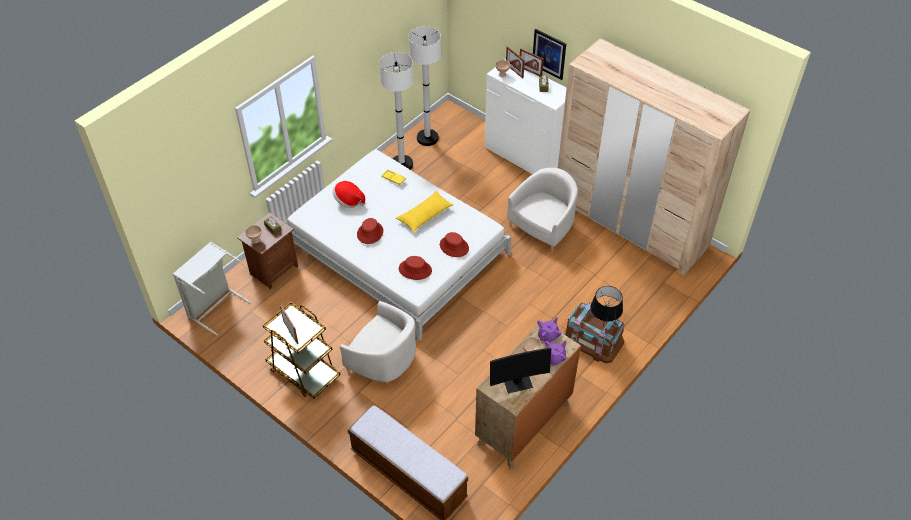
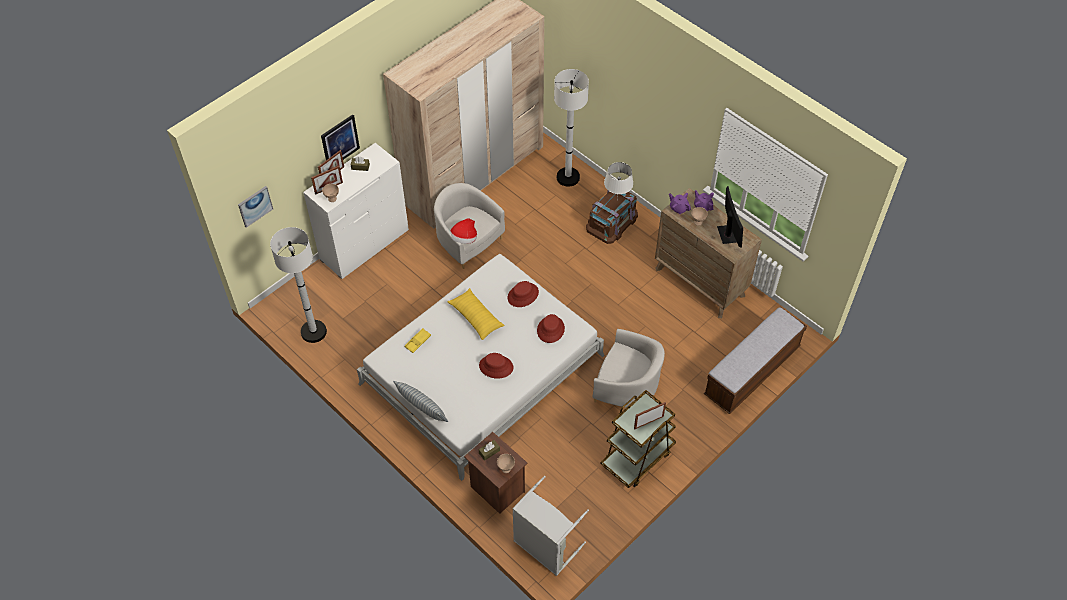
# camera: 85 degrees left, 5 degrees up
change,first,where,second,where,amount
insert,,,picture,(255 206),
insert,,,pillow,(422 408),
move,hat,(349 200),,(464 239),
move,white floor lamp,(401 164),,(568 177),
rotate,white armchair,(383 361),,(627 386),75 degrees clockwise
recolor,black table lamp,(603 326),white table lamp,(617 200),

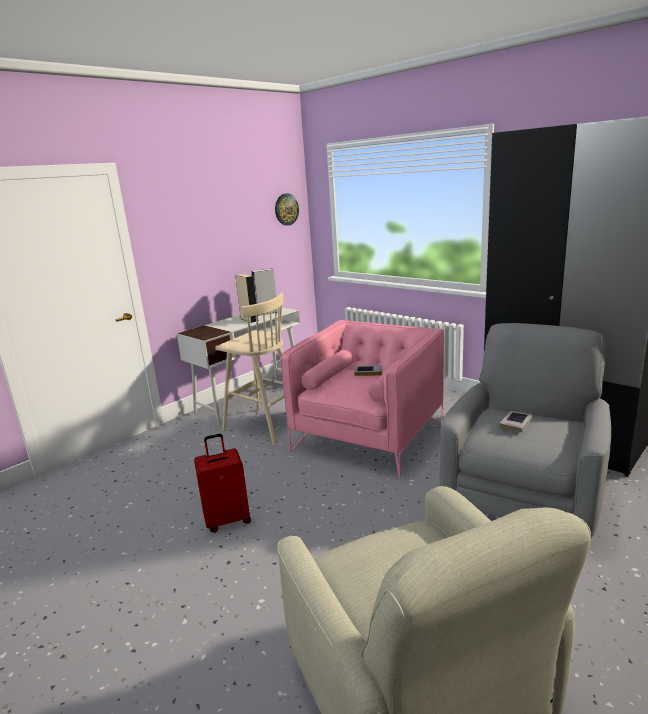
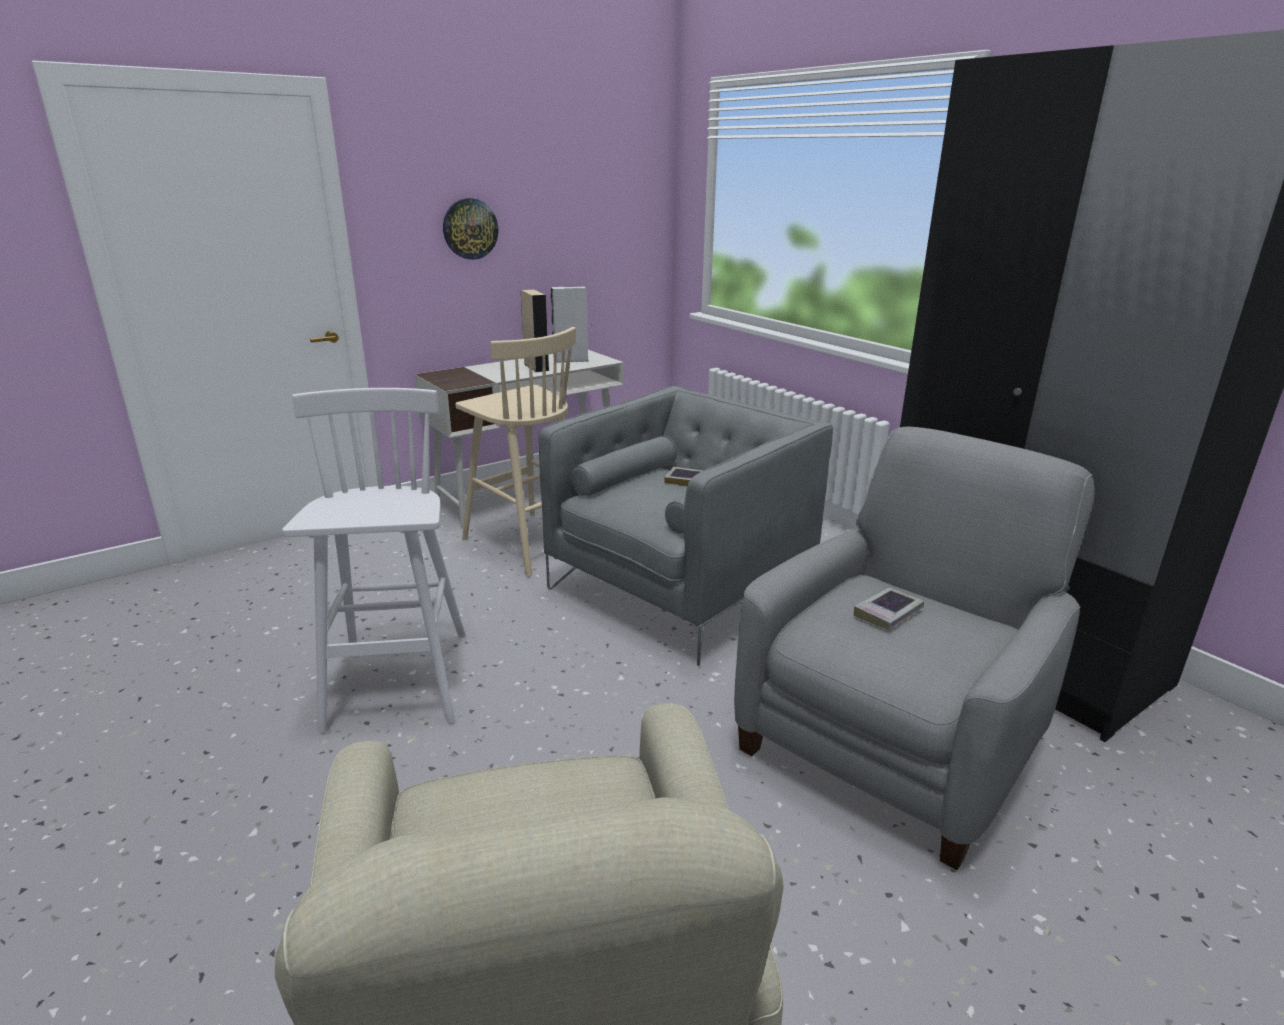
# camera: 10 degrees right, 5 degrees up
change,first,where,second,where,amount
replace,red suitcase,(227 519),white stool,(398 682),
move,wall clock,(286 209),,(470 229),
recolor,pink armchair,(369 437),grey armchair,(682 588),

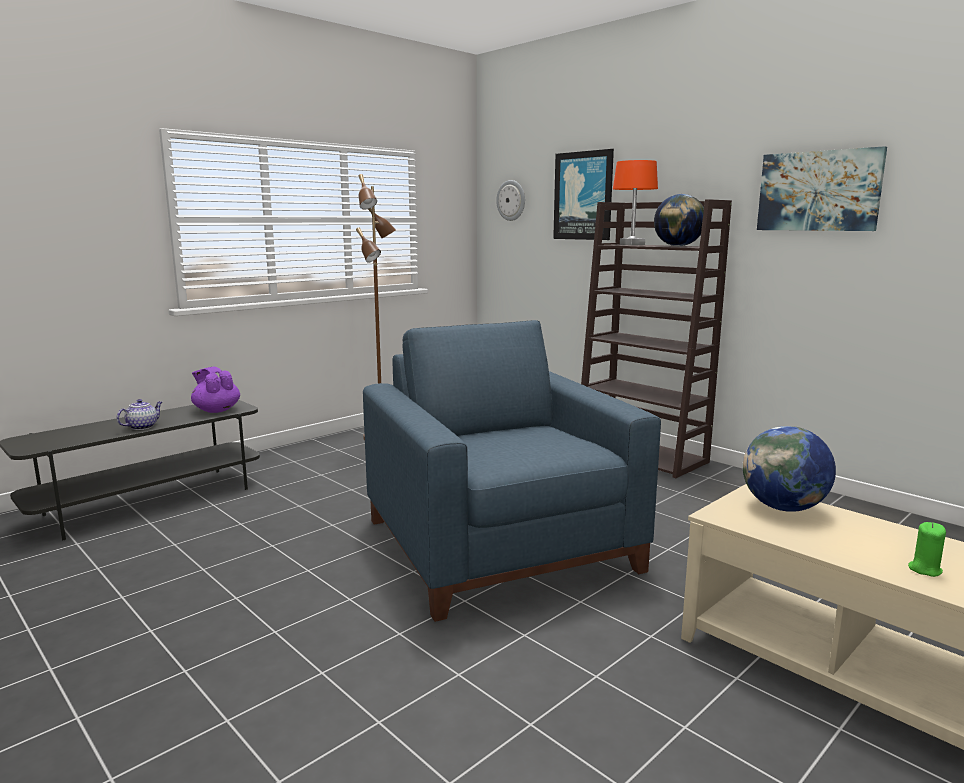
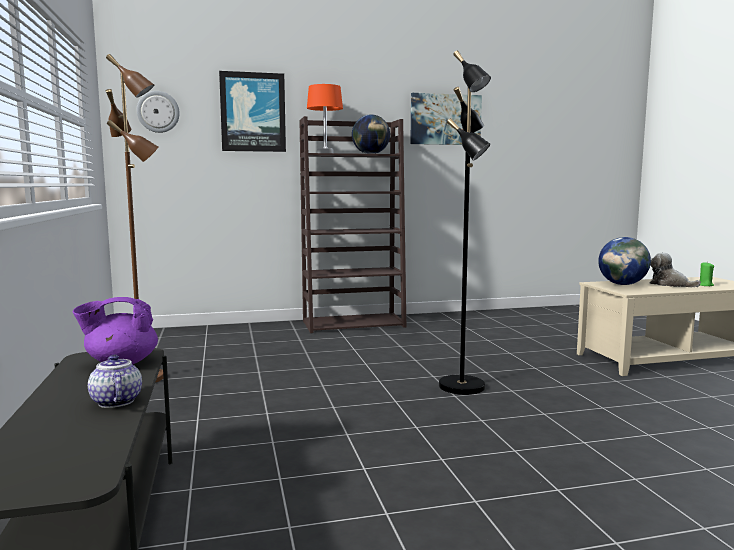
# camera: 60 degrees left, 5 degrees down
change,first,where,second,where,amount
replace,blue armchair,(502 546),black floor lamp,(463 386),
insert,,,plush toy,(669 284),

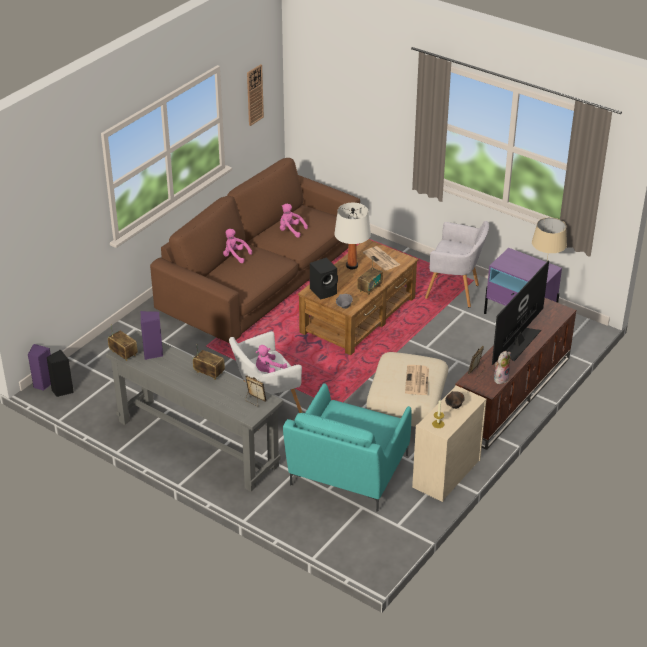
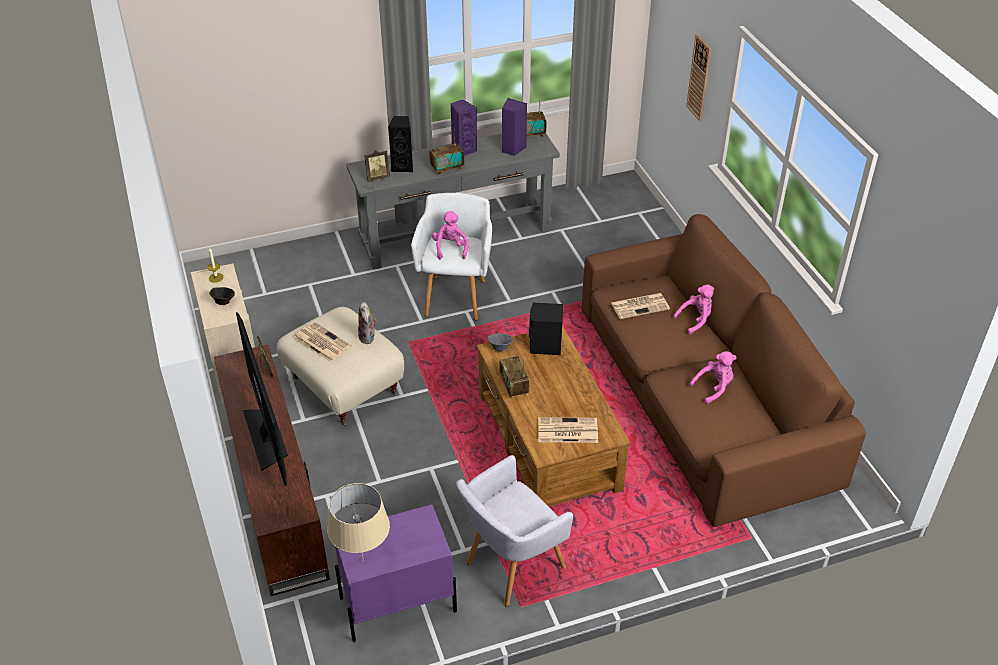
# camera: 125 degrees right, 5 degrees up
change,first,where,second,where,amount
move,plush toy,(500 378),,(368 337),
move,black speaker,(62 390),,(403 166),
move,purple speaker,(43 384),,(463 150),
insert,,,newspaper,(640 306),
move,wall clock,(254 95),,(699 78),
delete,turquoise armchair,(347 473),,,
delete,white table lamp,(351 266),,,

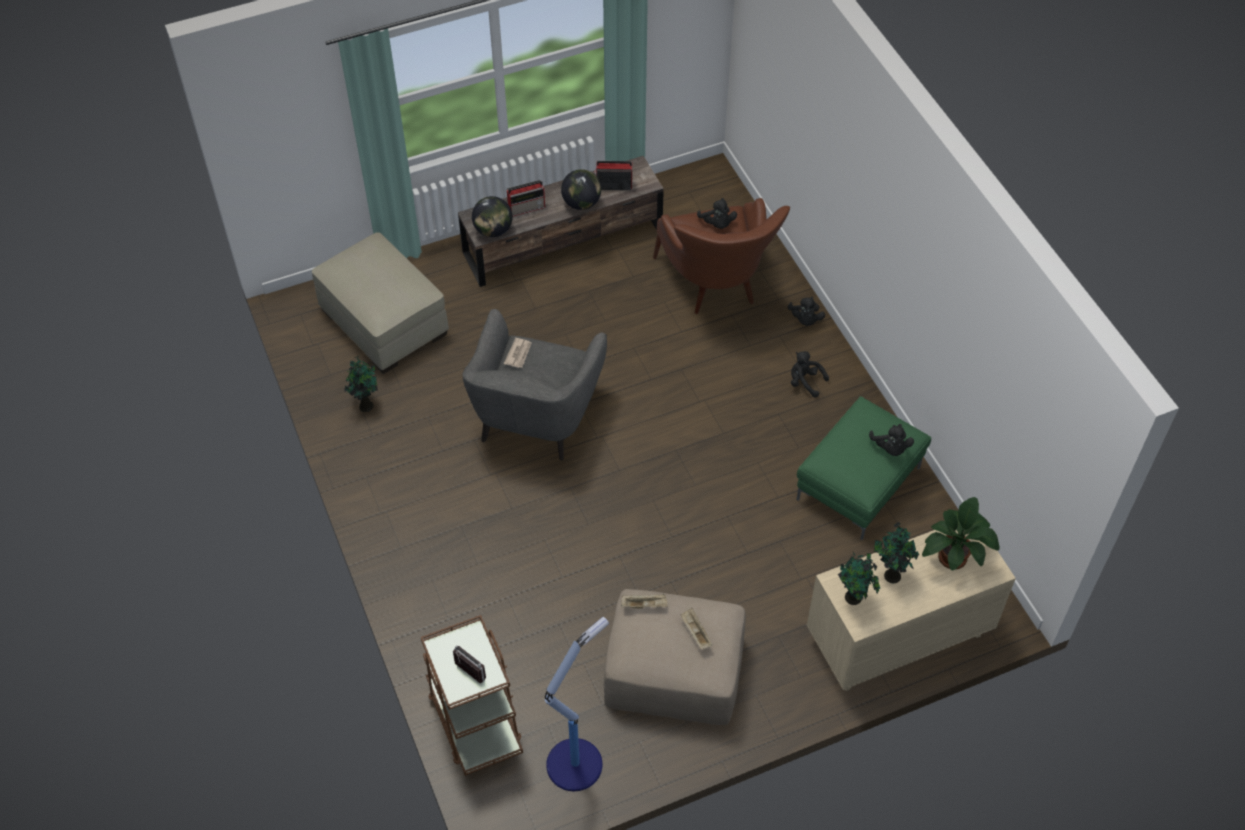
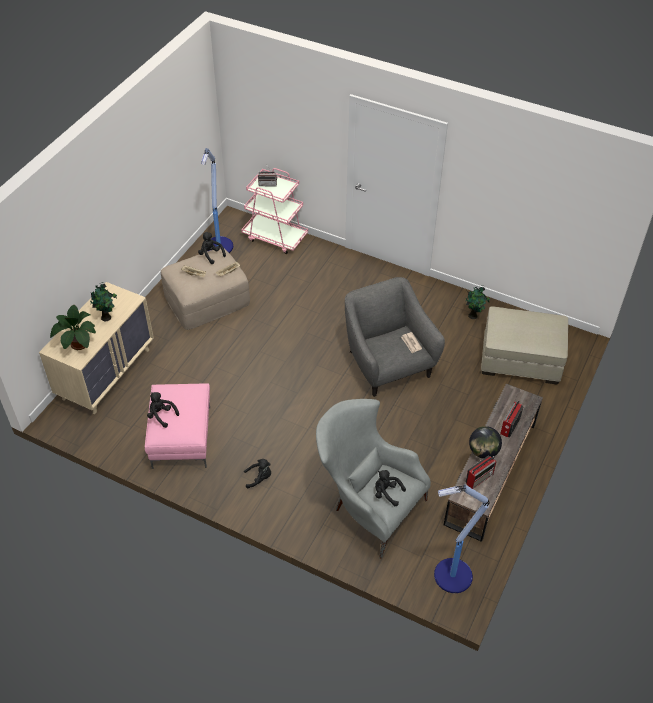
# camera: 140 degrees right, 5 degrees down
change,first,where,second,where,amount
recolor,green ottoman,(858 482),pink ottoman,(182 438),
move,black plush toy,(805 320),,(211 255),
recolor,brown cart,(474 720),pink cart,(275 237),
recolor,brown armchair,(717 288),grey armchair,(367 505),
insert,,,floor lamp,(451 576),
delete,globe,(493 230),,,
delete,potted plant,(854 598),,,

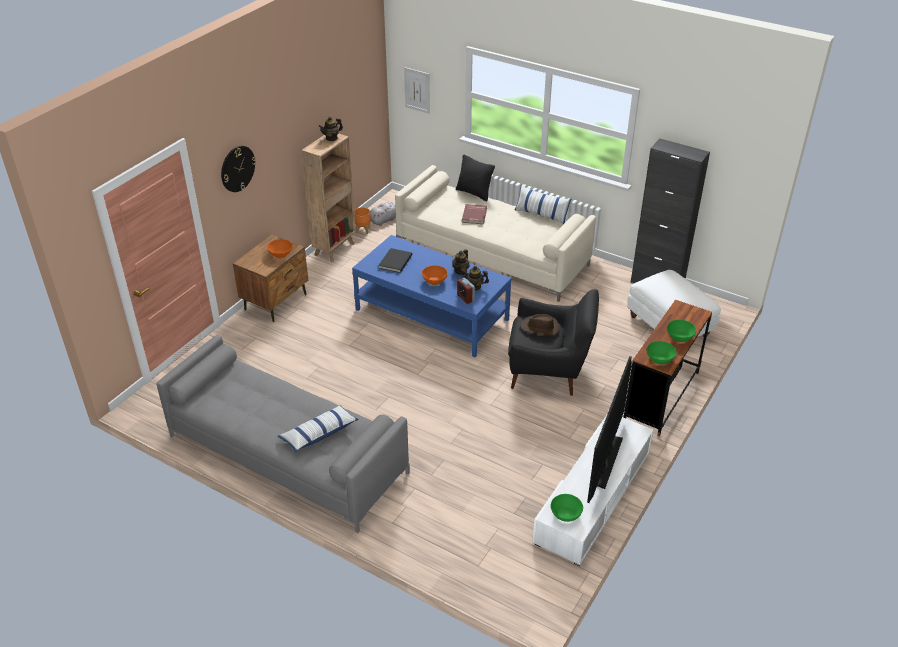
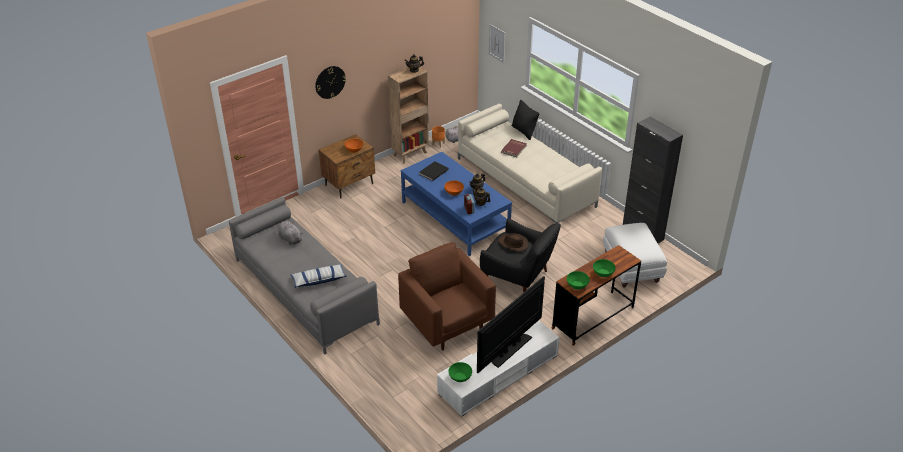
# camera: 20 degrees right, 0 degrees up
change,first,where,second,where,amount
insert,,,grey plush toy,(290 238),
insert,,,brown armchair,(447 323),
delete,pillow,(541 214),,,

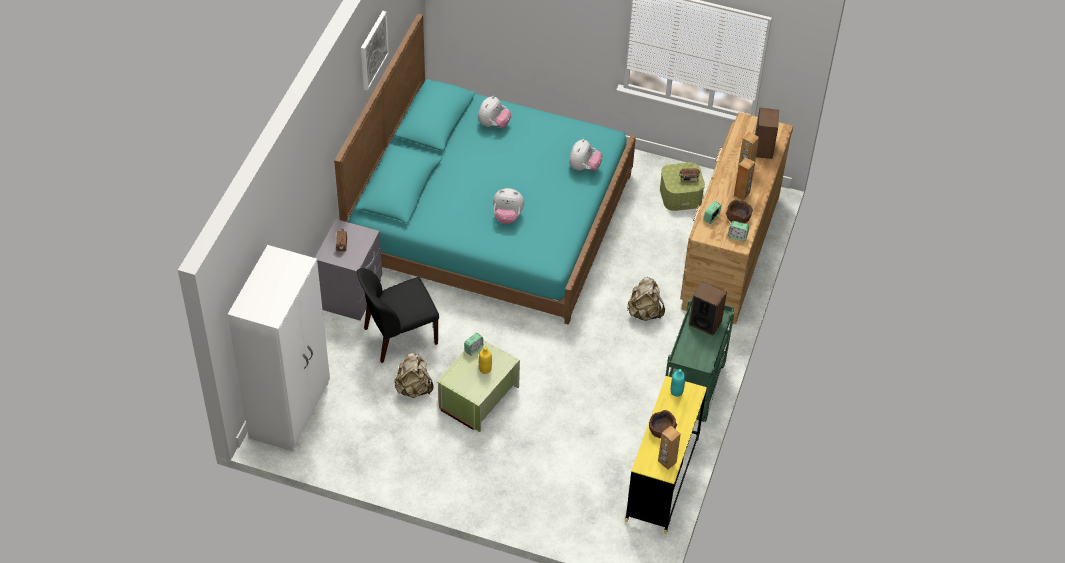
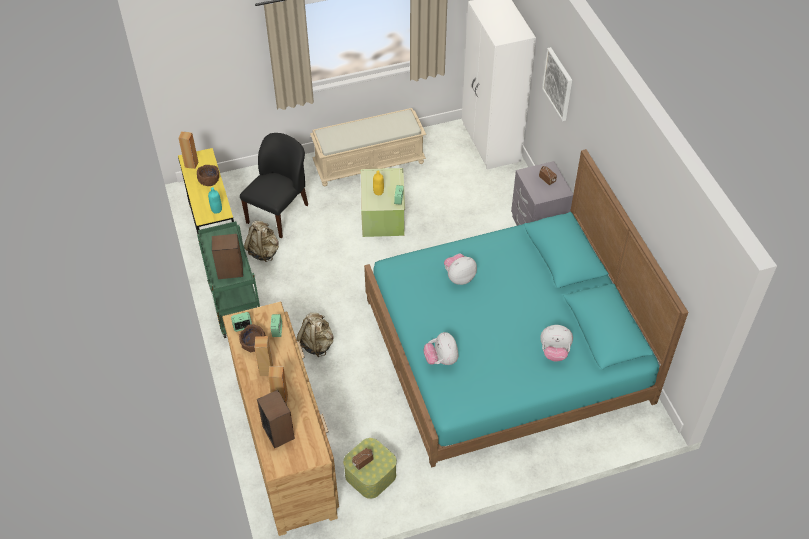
# camera: 145 degrees right, 0 degrees up
change,first,where,second,where,amount
move,black chair,(399 336),,(278 213),
move,beige backpack,(413 388),,(264 251),
insert,,,beige bench,(369 163),
rotate,plush toy,(493 124),,(554 352),75 degrees counterclockwise
move,picture,(373 50),,(558 84),

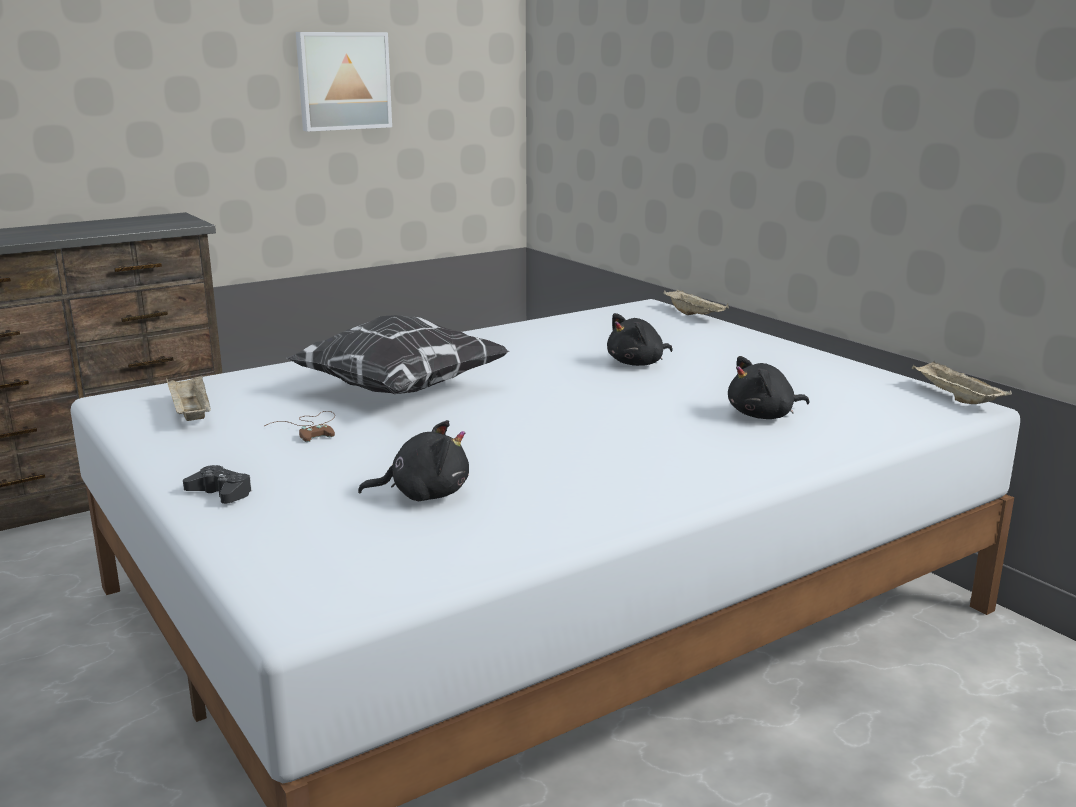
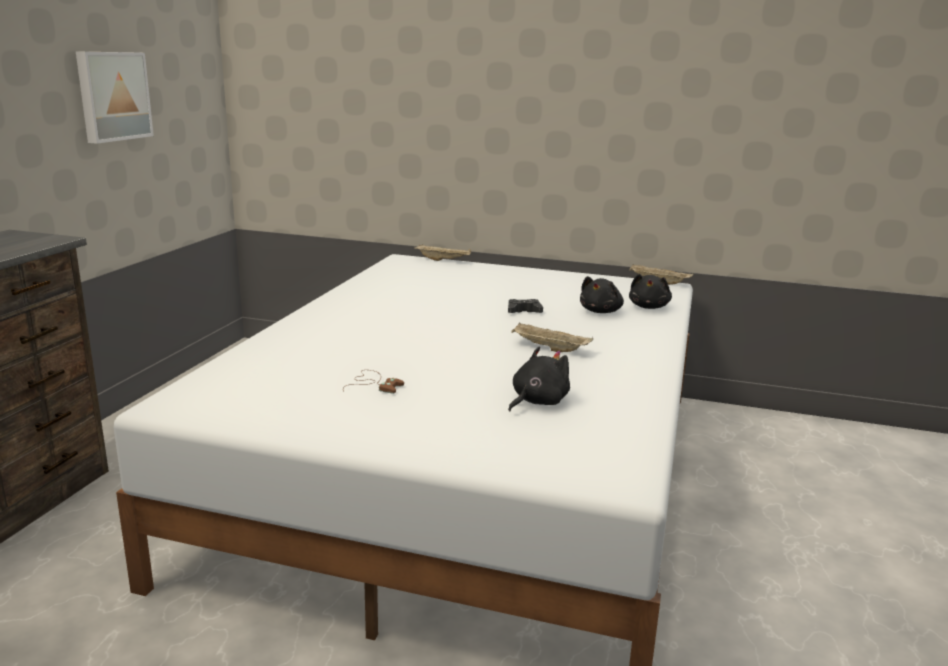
# camera: 40 degrees left, 0 degrees up
change,first,where,second,where,amount
move,black game controller,(220 493),,(523 311),
move,beige tray,(191 413),,(548 348),
move,black plush toy,(638 363),,(649 307),
delete,pillow,(400 390),,,

